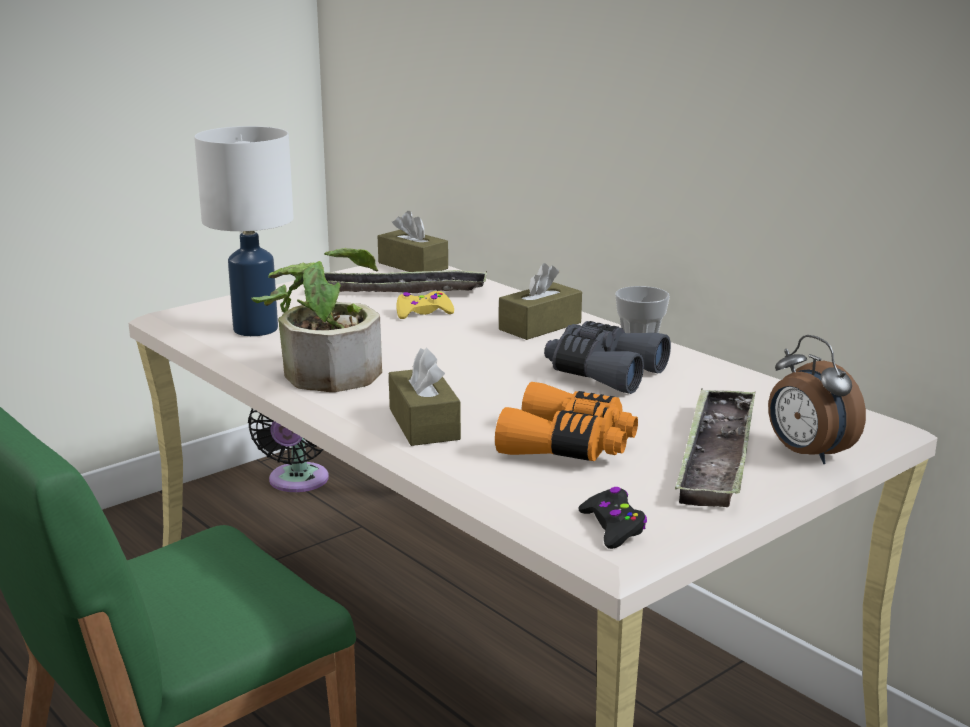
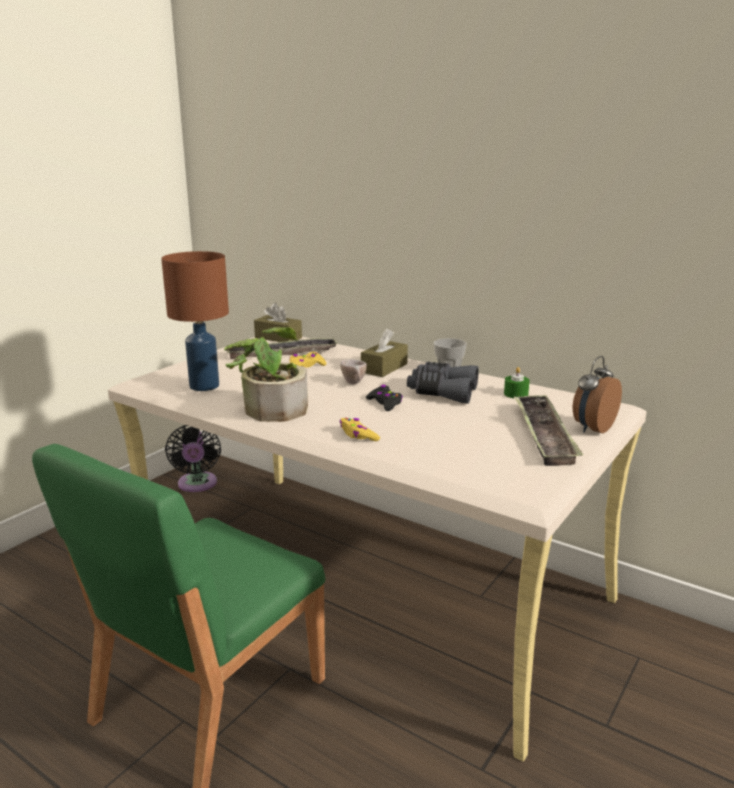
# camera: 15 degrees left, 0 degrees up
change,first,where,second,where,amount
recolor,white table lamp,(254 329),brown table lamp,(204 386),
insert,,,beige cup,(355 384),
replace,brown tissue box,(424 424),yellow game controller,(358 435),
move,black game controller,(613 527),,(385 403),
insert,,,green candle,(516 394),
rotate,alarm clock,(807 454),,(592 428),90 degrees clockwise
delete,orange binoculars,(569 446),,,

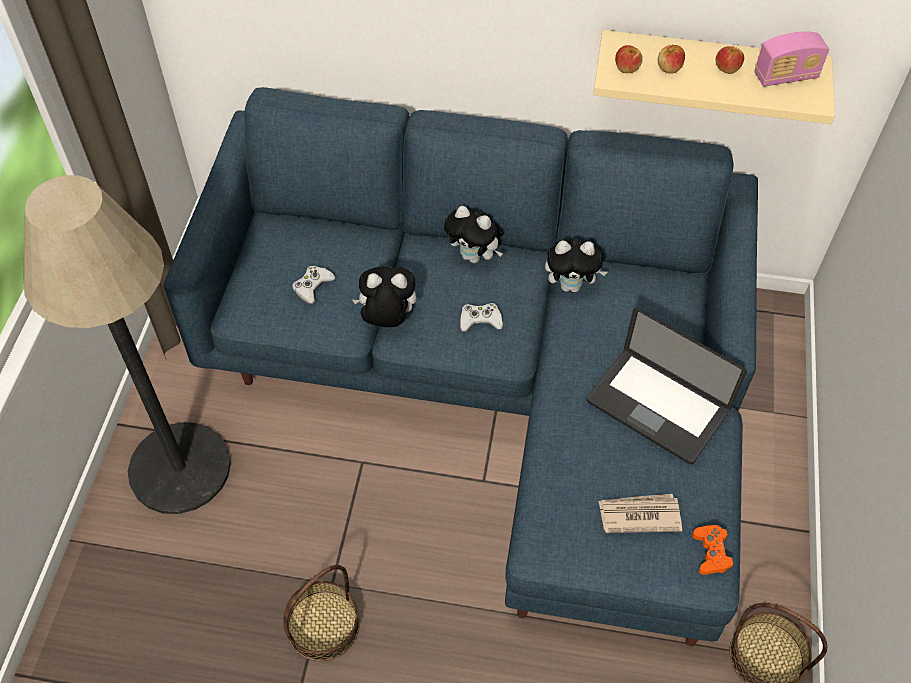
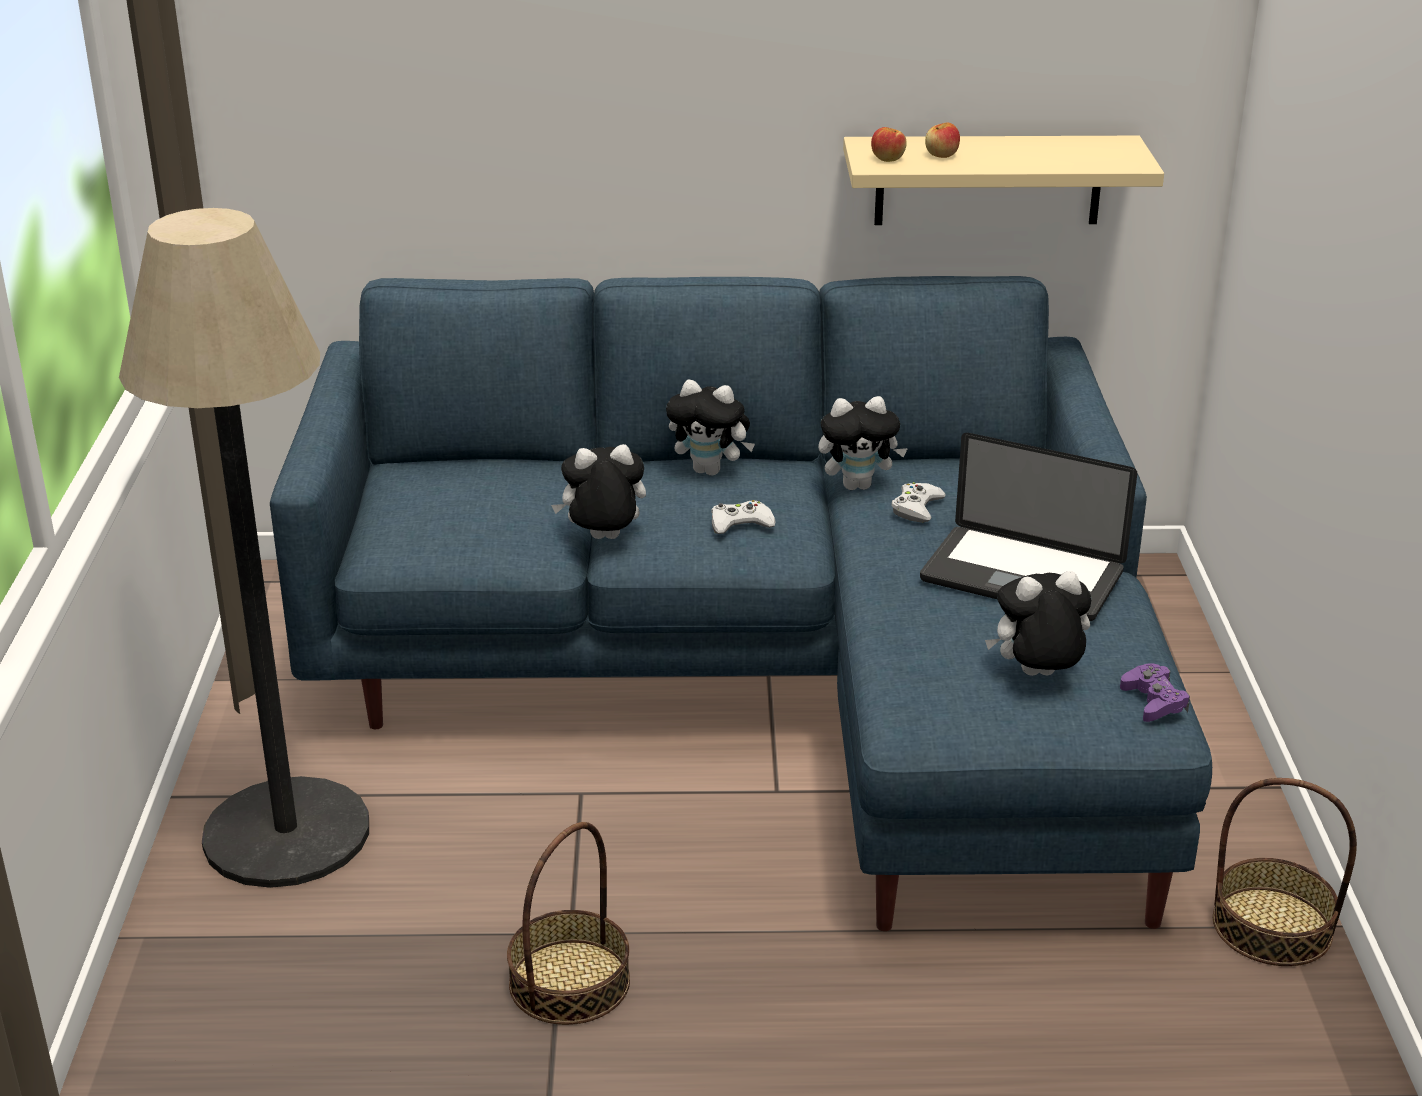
# camera: 10 degrees left, 25 degrees down
change,first,where,second,where,amount
move,white game controller,(312 286),,(916 508),
replace,newspaper,(638 515),plush toy,(1036 676),
recolor,orange game controller,(711 552),purple game controller,(1153 701),
delete,apple,(727 68),,,
delete,radio,(785 76),,,

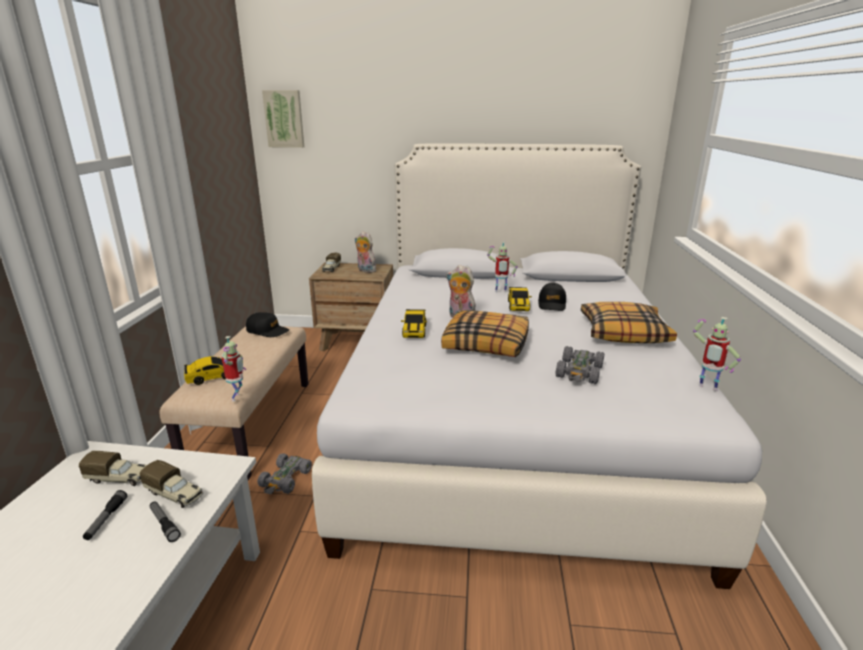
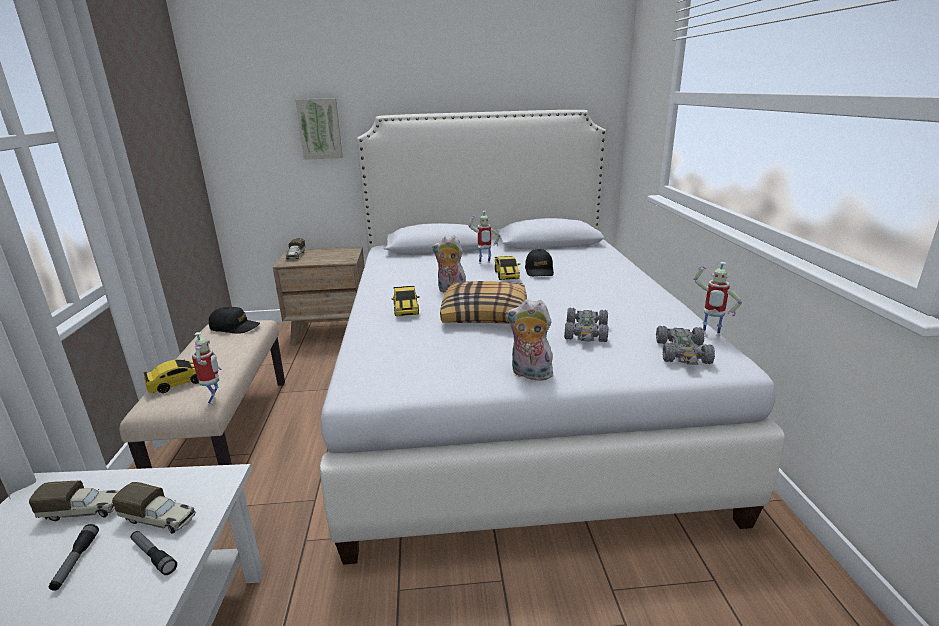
# camera: 10 degrees left, 0 degrees up
change,first,where,second,where,amount
move,picture,(284 119),,(320 129),
move,plush toy,(365 270),,(529 374),
move,grey toy car,(285 479),,(683 353),
delete,pillow,(623 332),,,

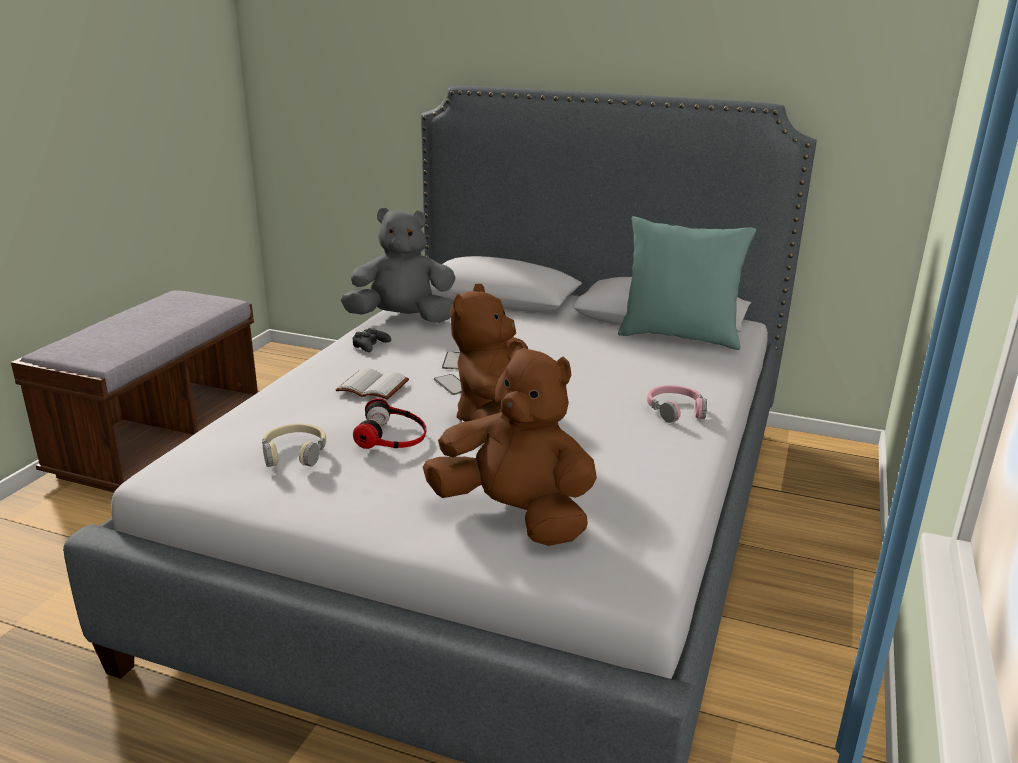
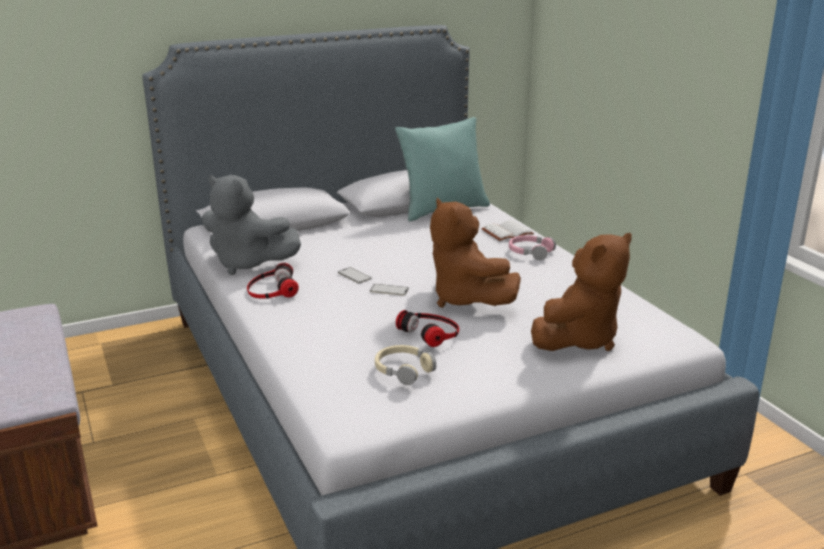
# camera: 45 degrees left, 0 degrees up
change,first,where,second,where,amount
rotate,grey plush toy,(402 319),,(247 264),105 degrees counterclockwise
replace,black game controller,(370 345),headphones,(272 289),
move,white book,(374 386),,(507 232),
rotate,brown plush toy,(515 515),,(579 339),150 degrees clockwise

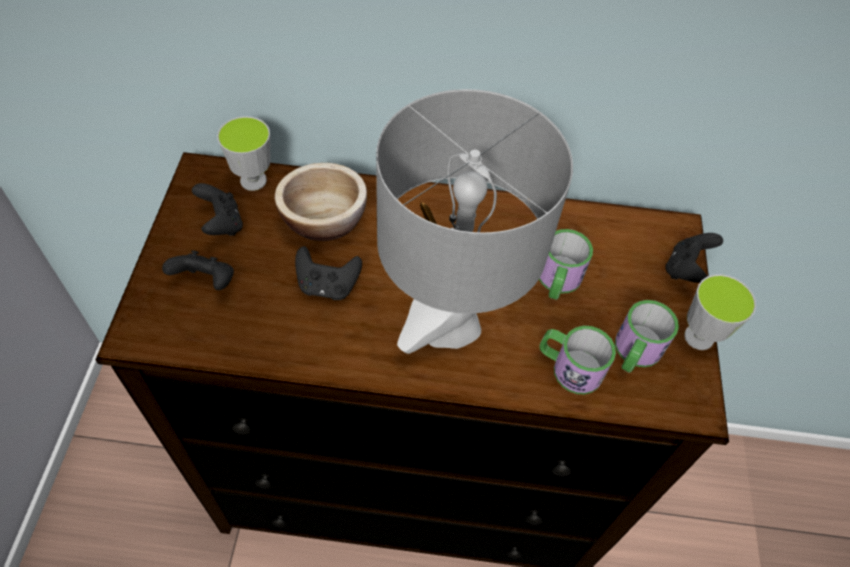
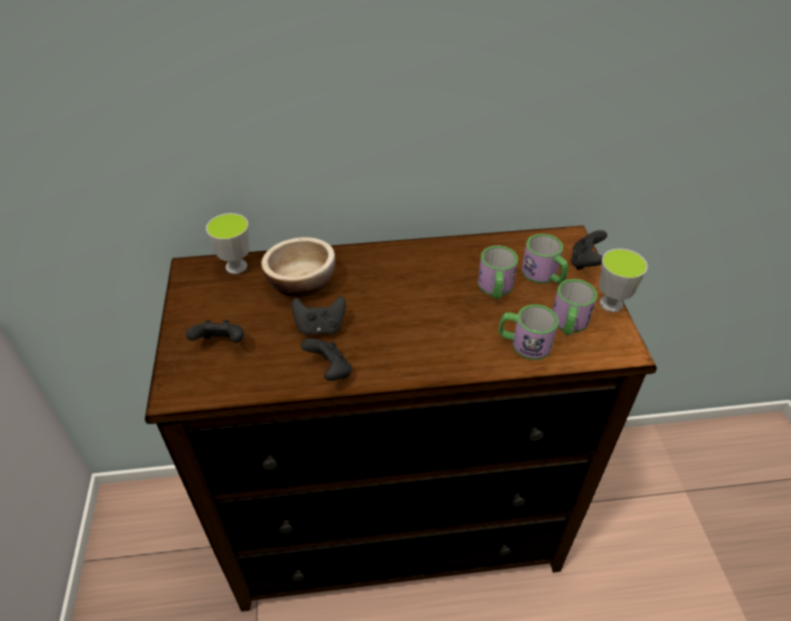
# camera: 10 degrees left, 10 degrees down
change,first,where,second,where,amount
move,black game controller,(222 224),,(330 371),
insert,,,mug,(544 275),
delete,grey table lamp,(450 325),,,

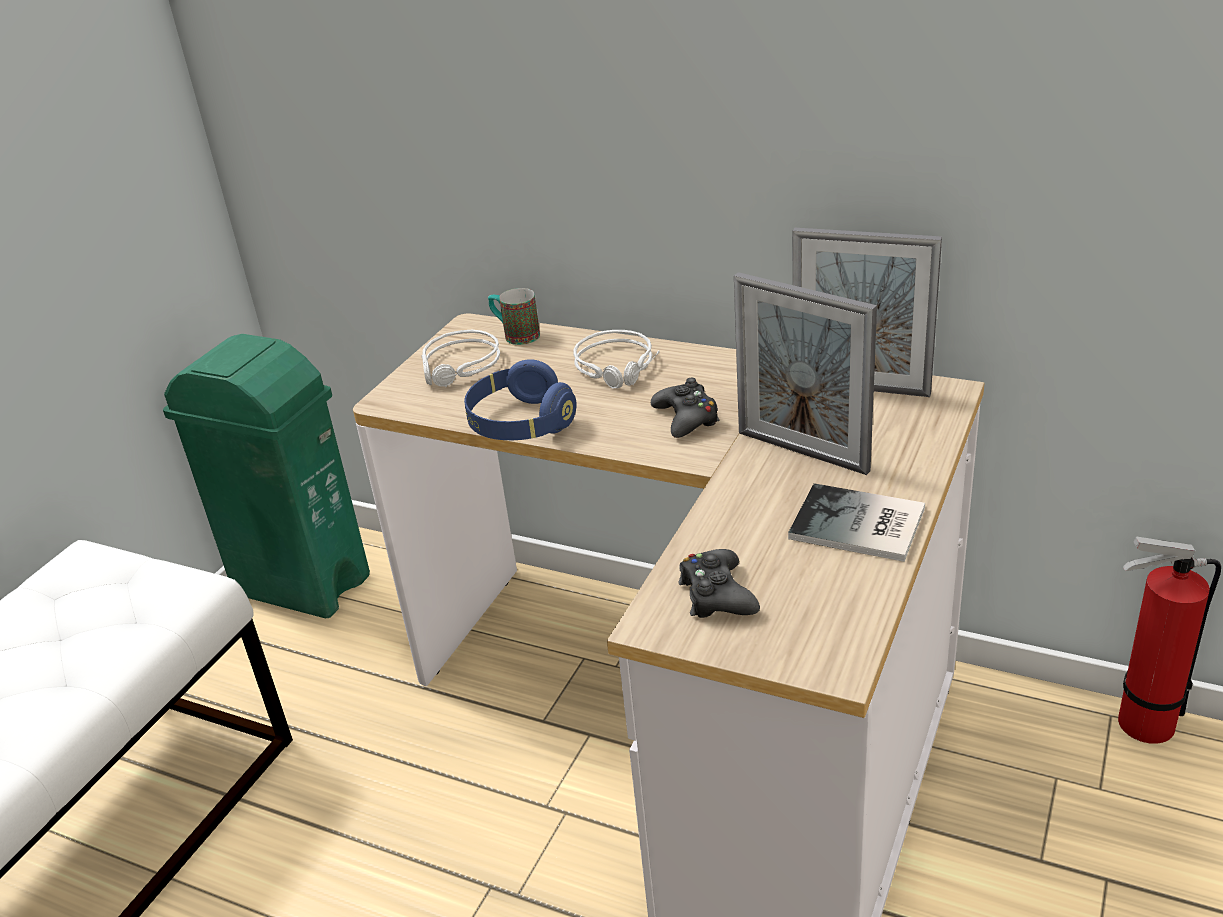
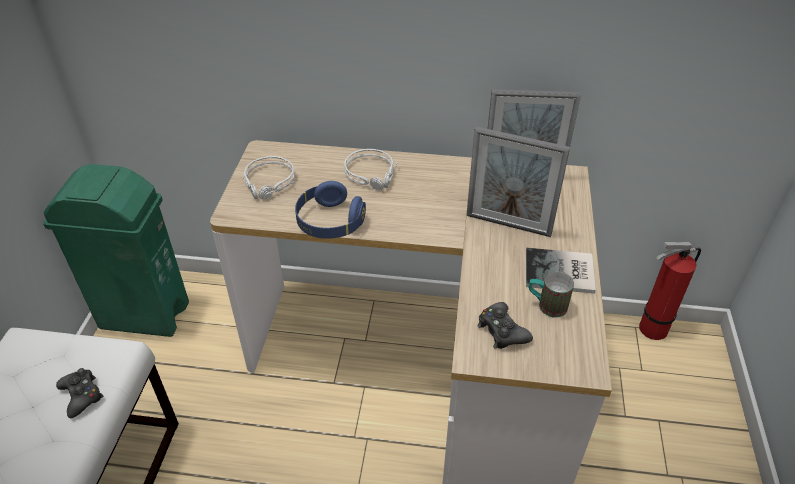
# camera: 20 degrees left, 10 degrees up
change,first,where,second,where,amount
move,black game controller,(686 418),,(82 395),
move,mug,(515 335),,(546 305),

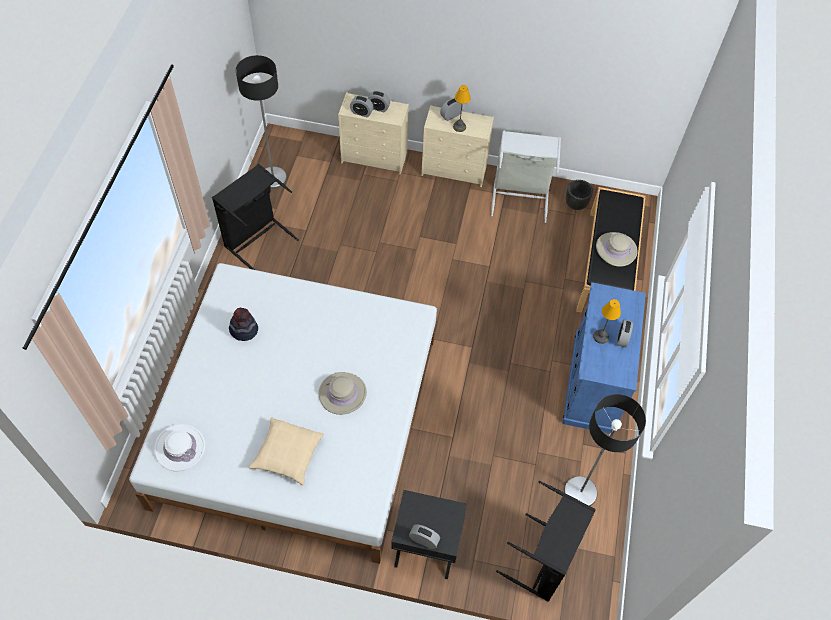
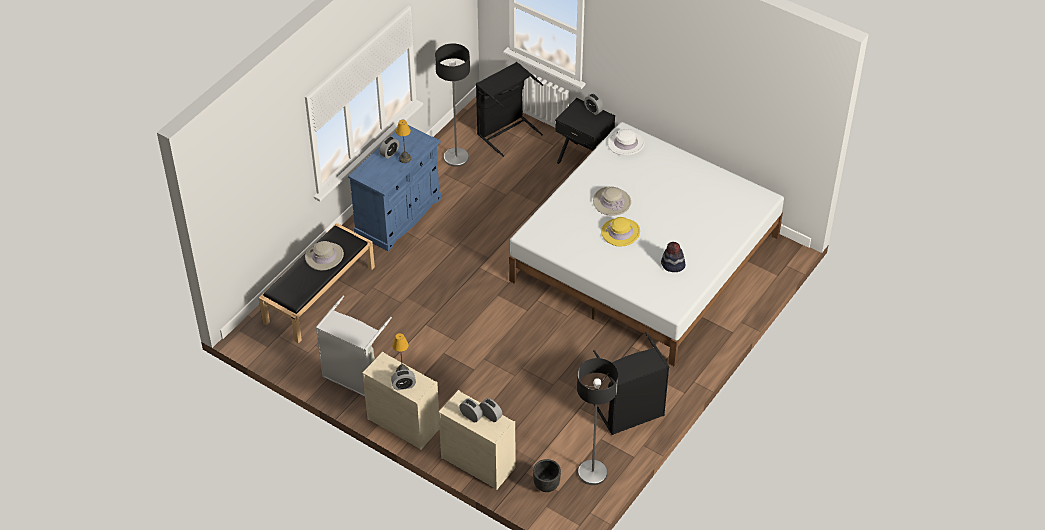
# camera: 155 degrees left, 10 degrees down
change,first,where,second,where,amount
move,black planter,(576 204),,(546 485),
insert,,,yellow hat,(620 232),
move,white hat,(180 448),,(626 143),
delete,beige pillow,(287 454),,,

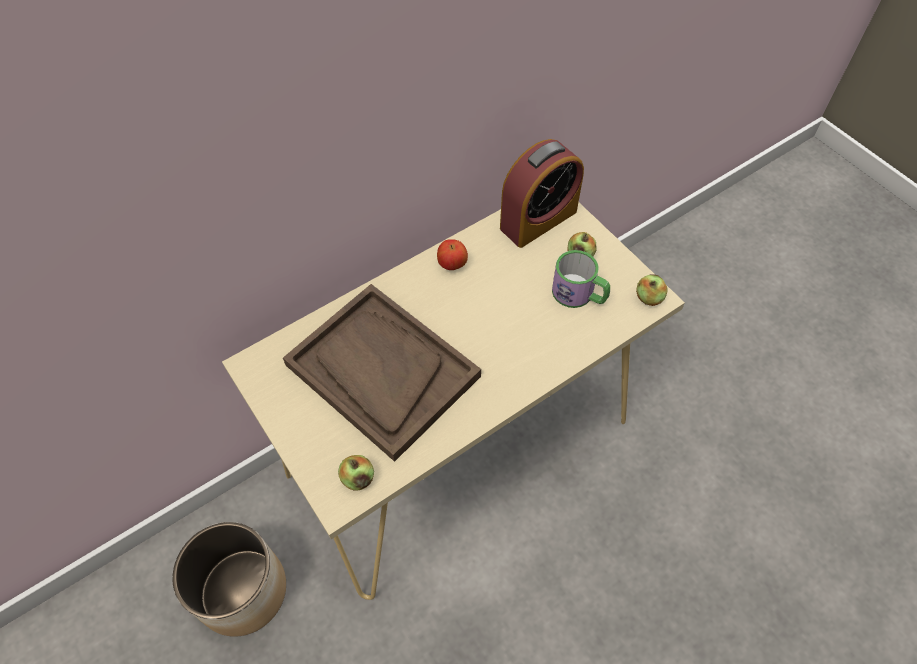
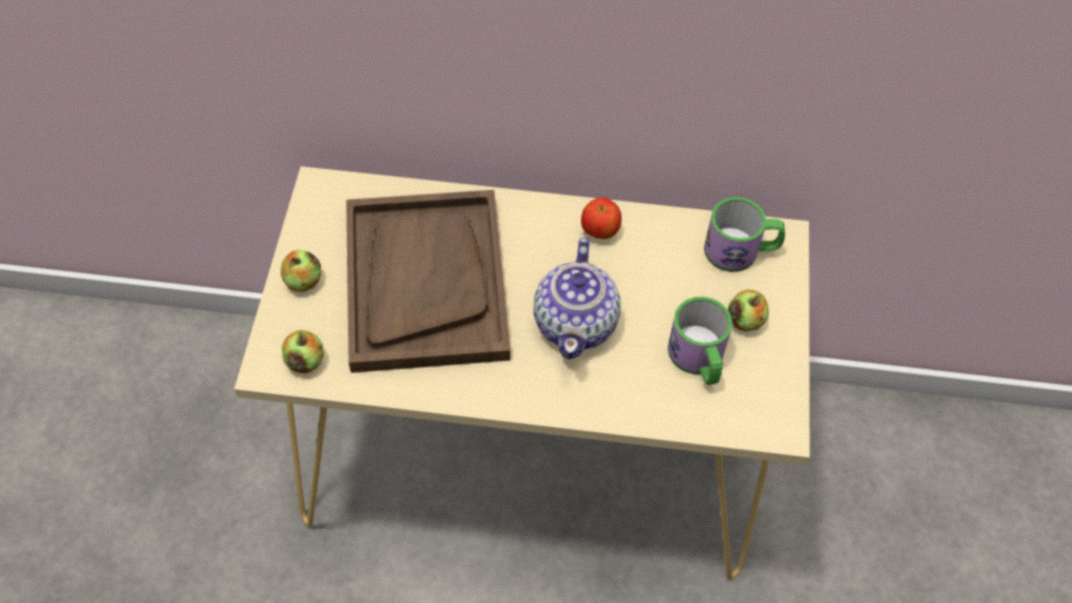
# camera: 40 degrees right, 0 degrees up
change,first,where,second,where,amount
move,apple,(648 298),,(303 281),
insert,,,teapot,(576 322),
replace,alarm clock,(538 220),mug,(741 250),
delete,planter,(243 591),,,

